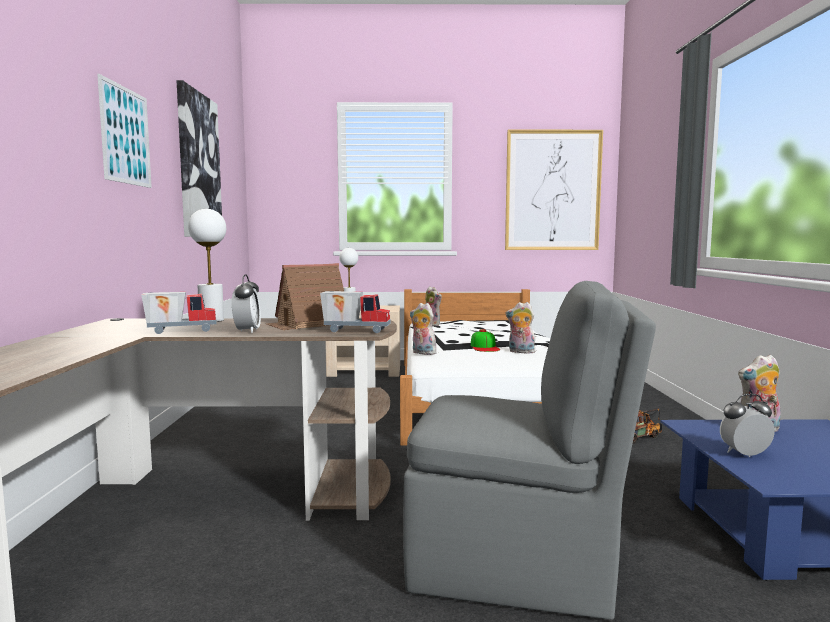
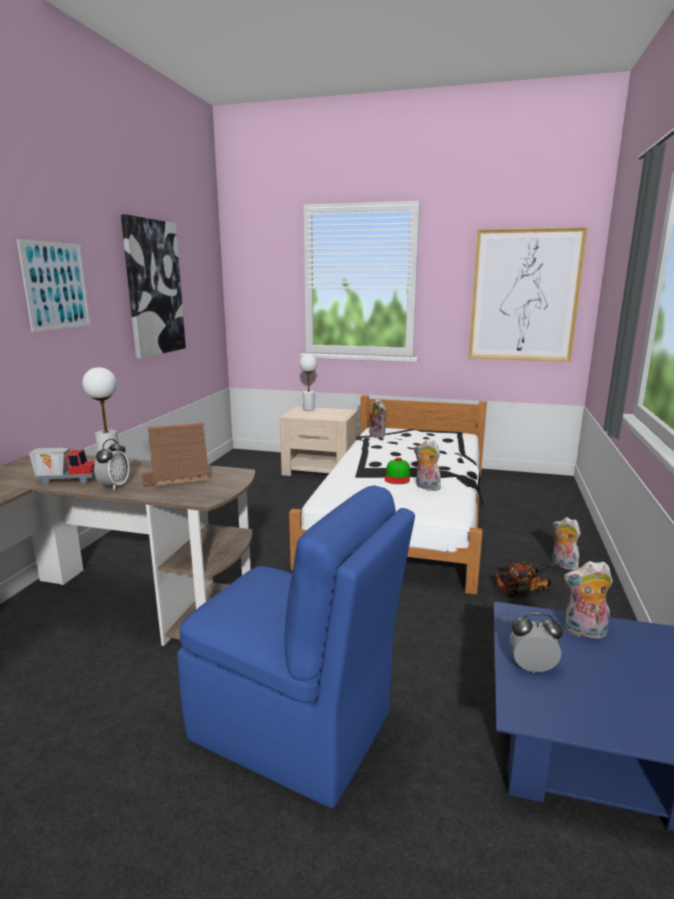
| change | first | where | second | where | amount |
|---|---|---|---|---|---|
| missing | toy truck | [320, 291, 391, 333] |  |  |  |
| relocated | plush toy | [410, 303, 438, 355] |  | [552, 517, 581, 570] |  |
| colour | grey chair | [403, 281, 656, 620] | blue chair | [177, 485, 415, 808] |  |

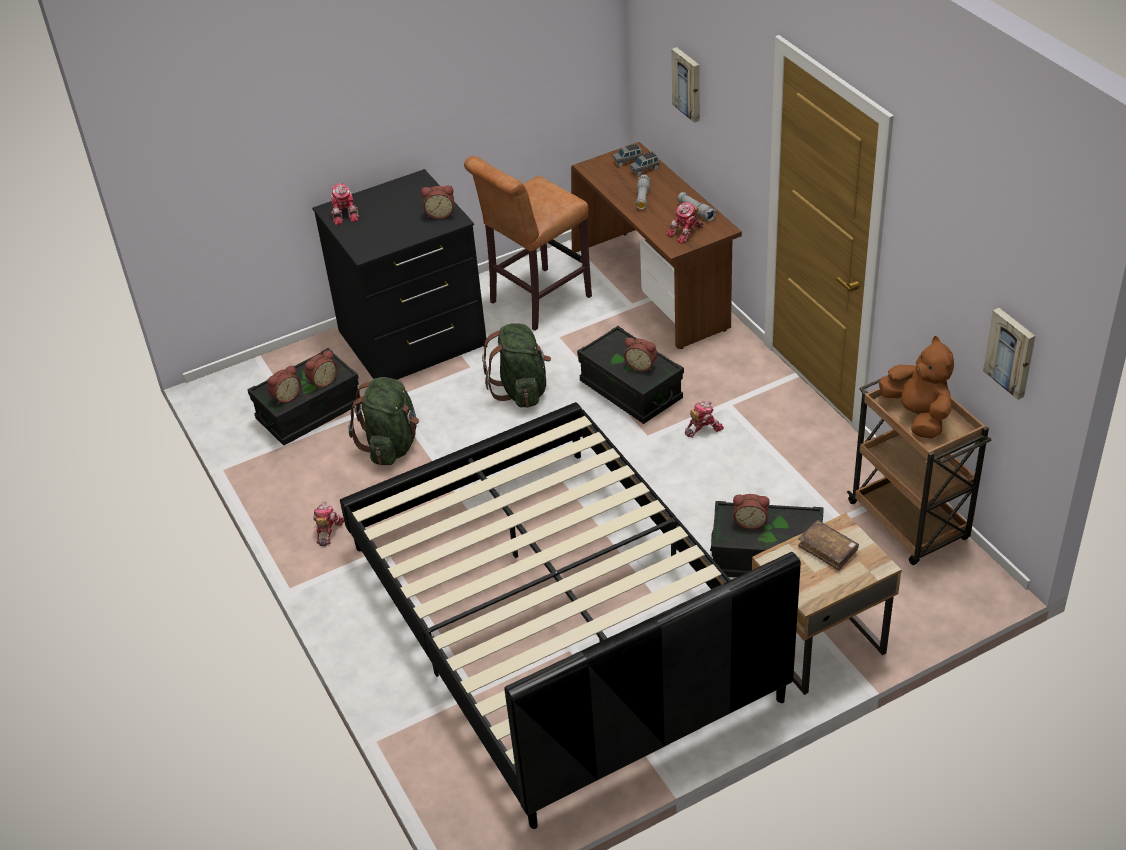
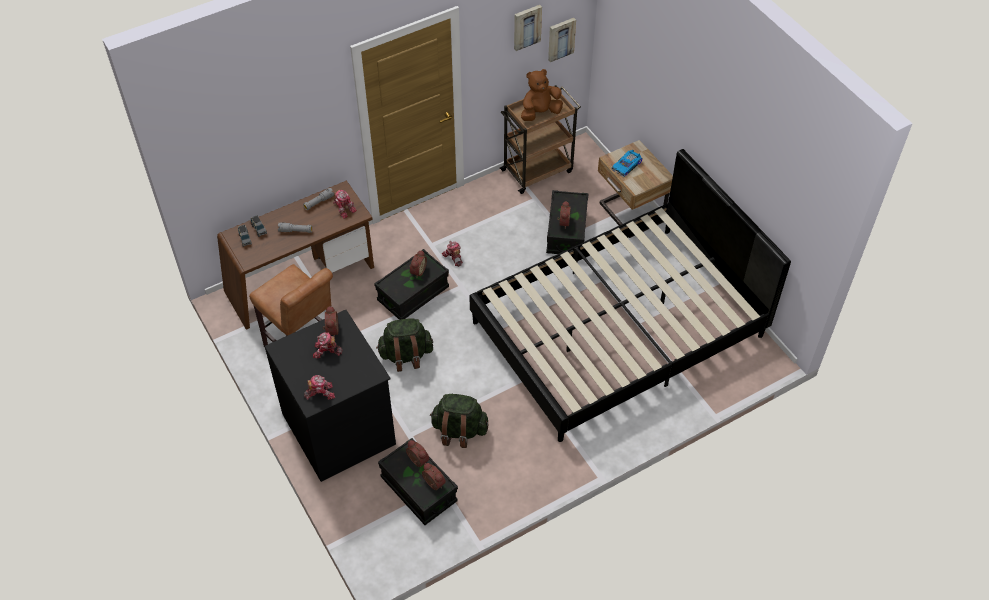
| change | first | where | second | where | amount |
|---|---|---|---|---|---|
| relocated | toy robot | [314, 501, 344, 546] |  | [313, 332, 343, 358] |  |
| relocated | picture | [671, 47, 700, 123] |  | [514, 5, 542, 51] |  |
| exchanged | brown book | [798, 520, 859, 571] | toy car | [611, 150, 643, 177] |  |

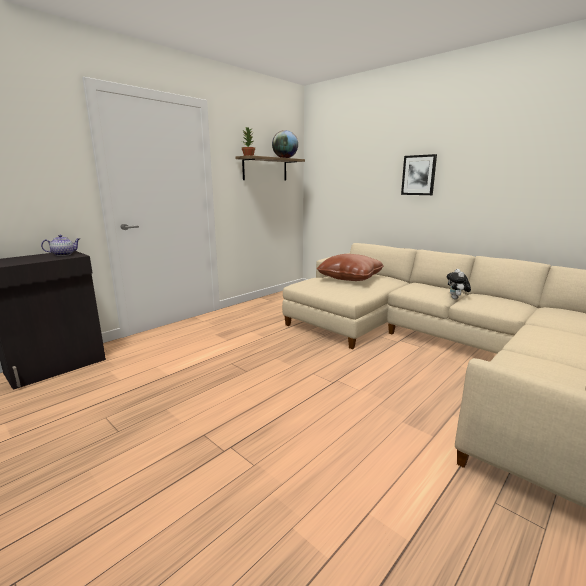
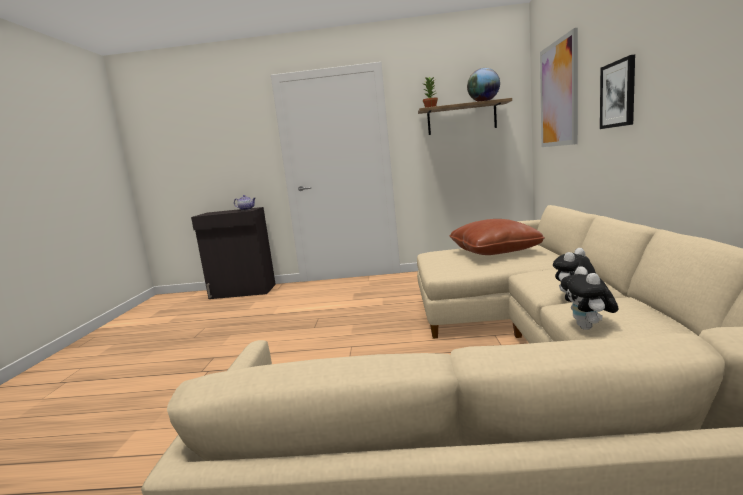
| change | first | where | second | where | amount |
|---|---|---|---|---|---|
| appeared |  |  | picture | [540, 28, 578, 147] |  |
| appeared |  |  | plush toy | [561, 266, 618, 330] |  |

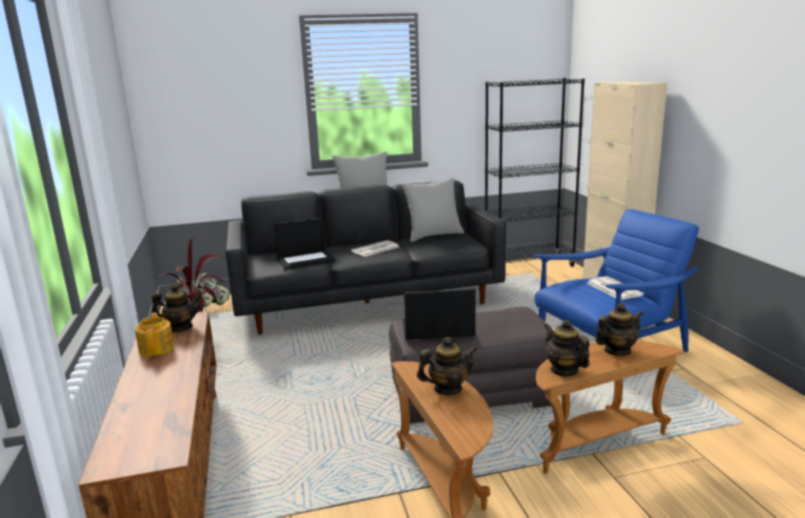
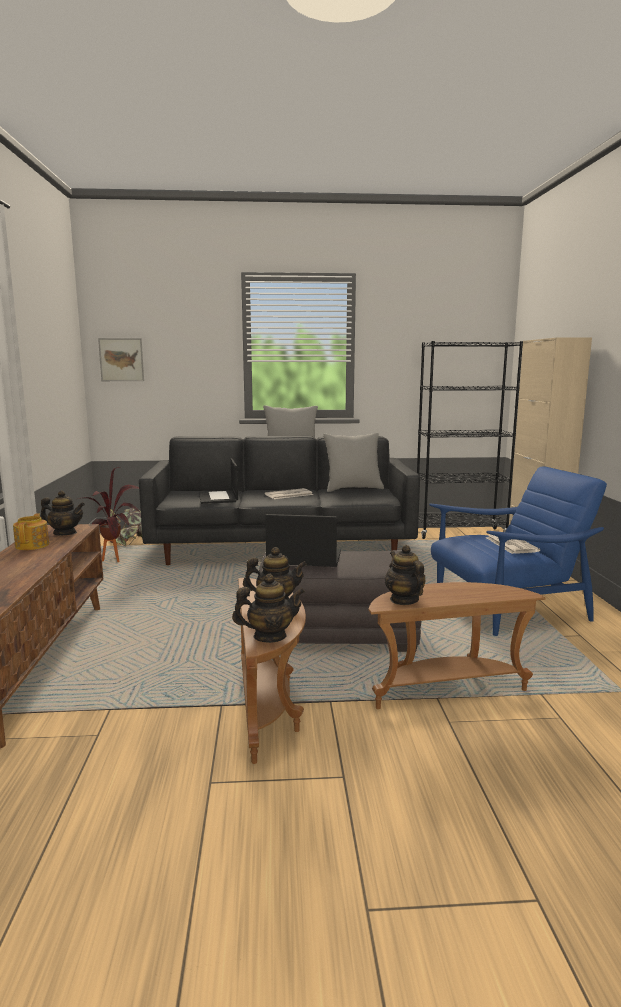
| change | first | where | second | where | amount |
|---|---|---|---|---|---|
| appeared |  |  | picture | [98, 338, 144, 381] |  |
| relocated | teapot | [595, 303, 643, 356] |  | [232, 574, 305, 643] |  |
| spun | laptop | [273, 217, 336, 269] |  | [199, 458, 238, 504] | 90 degrees clockwise |

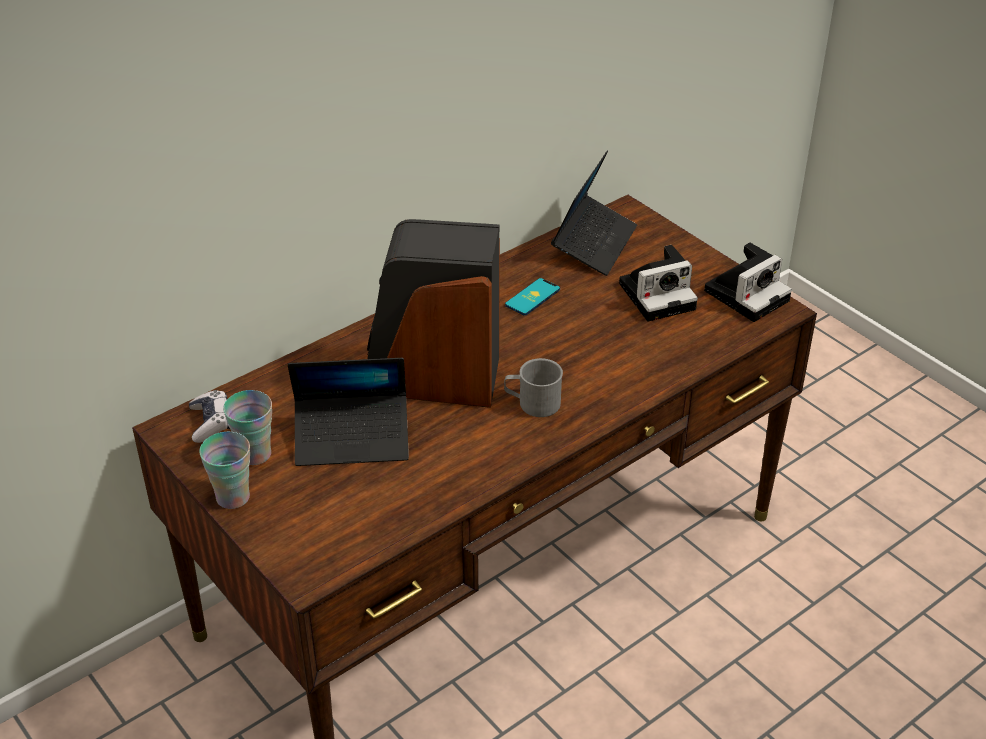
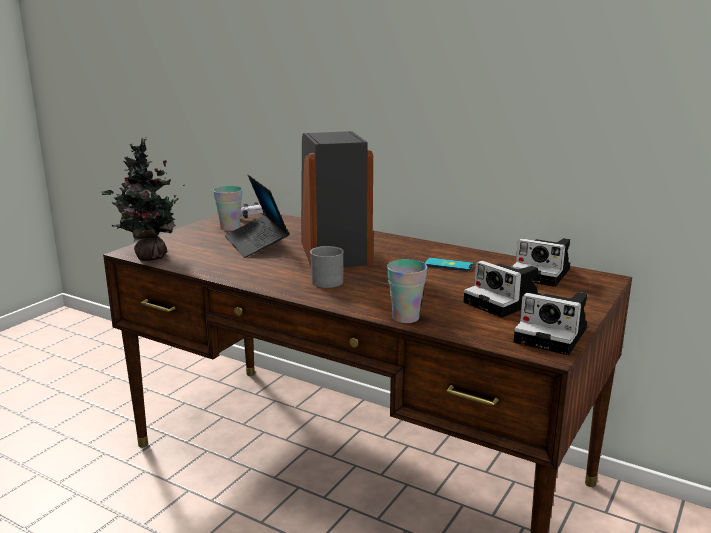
| change | first | where | second | where | amount |
|---|---|---|---|---|---|
| appeared |  |  | potted plant | [101, 137, 184, 261] |  |
| relocated | cup | [199, 432, 250, 509] |  | [387, 259, 427, 323] |  |
| exchanged | laptop | [551, 150, 637, 276] | photo camera | [512, 238, 570, 287] |  |

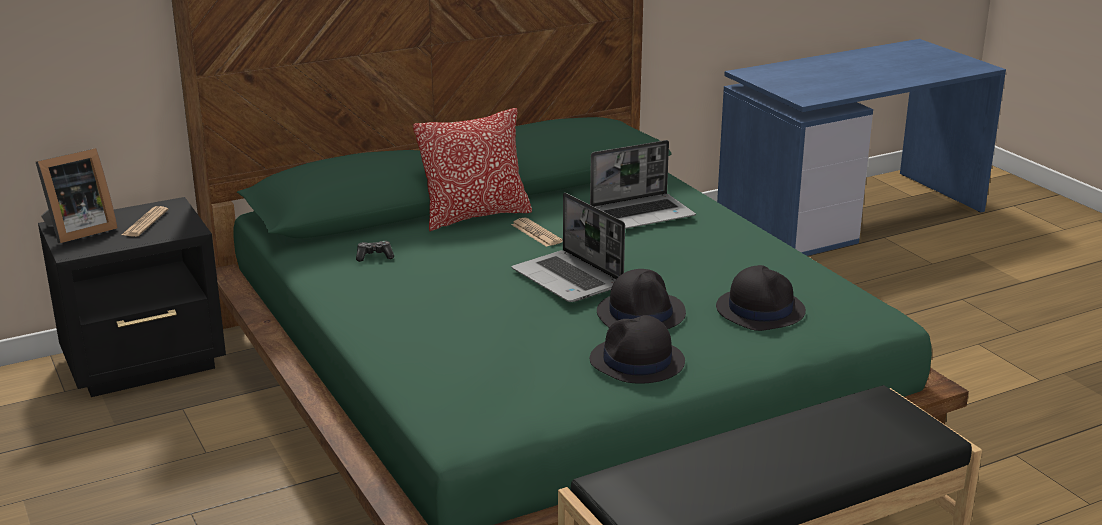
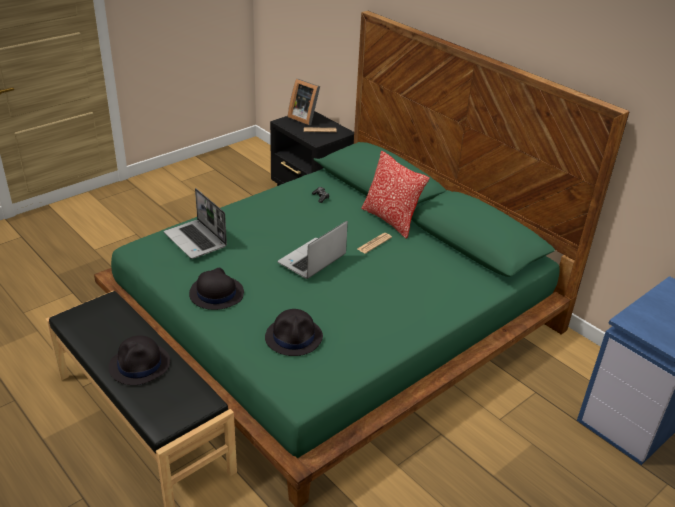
| change | first | where | second | where | amount |
|---|---|---|---|---|---|
| relocated | laptop | [590, 140, 696, 229] |  | [164, 188, 227, 259] |  |
| relocated | black hat | [597, 269, 686, 329] |  | [108, 335, 170, 385] |  |

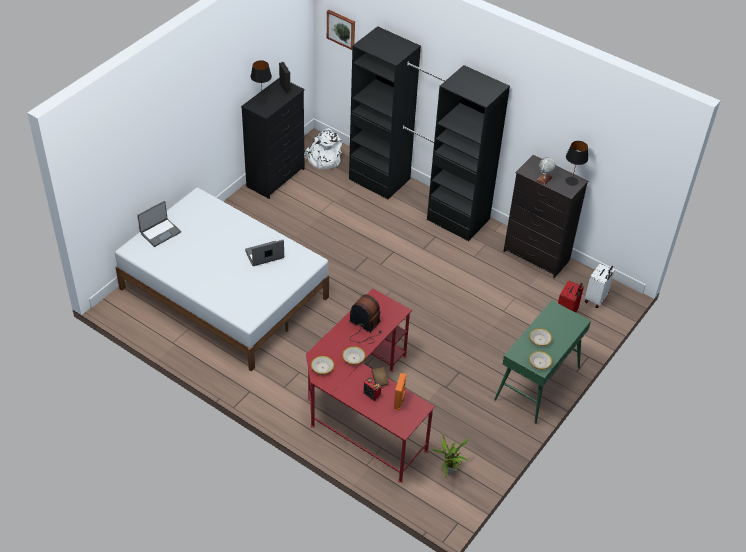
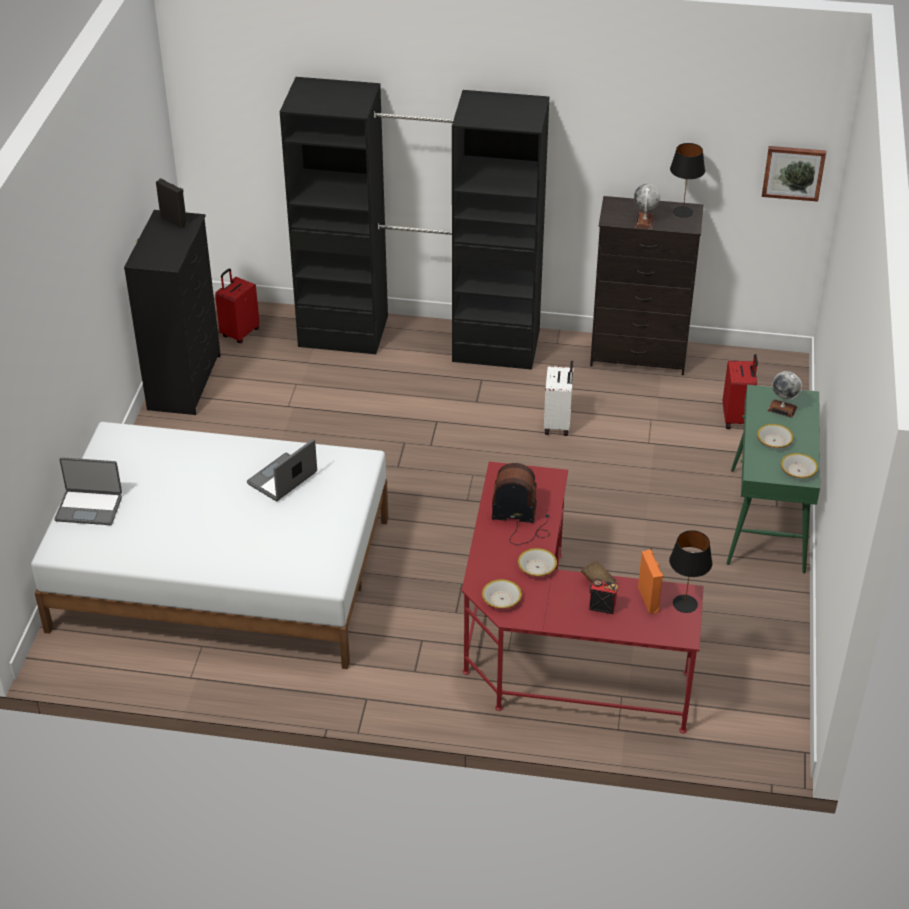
| change | first | where | second | where | amount |
|---|---|---|---|---|---|
| missing | potted plant | [433, 435, 468, 477] |  |  |  |
| appeared |  |  | globe | [767, 371, 803, 418] |  |
| relocated | black table lamp | [251, 60, 272, 104] |  | [669, 530, 712, 613] |  |
| relocated | picture | [327, 10, 355, 50] |  | [762, 146, 826, 202] |  |
| relocated | white suitcase | [585, 264, 615, 308] |  | [544, 361, 574, 436] |  |
| exchanged | white backpack | [304, 128, 342, 169] | red suitcase | [215, 268, 259, 343] |  |
| spun | laptop | [137, 201, 181, 247] |  | [54, 457, 122, 525] | 75 degrees clockwise |

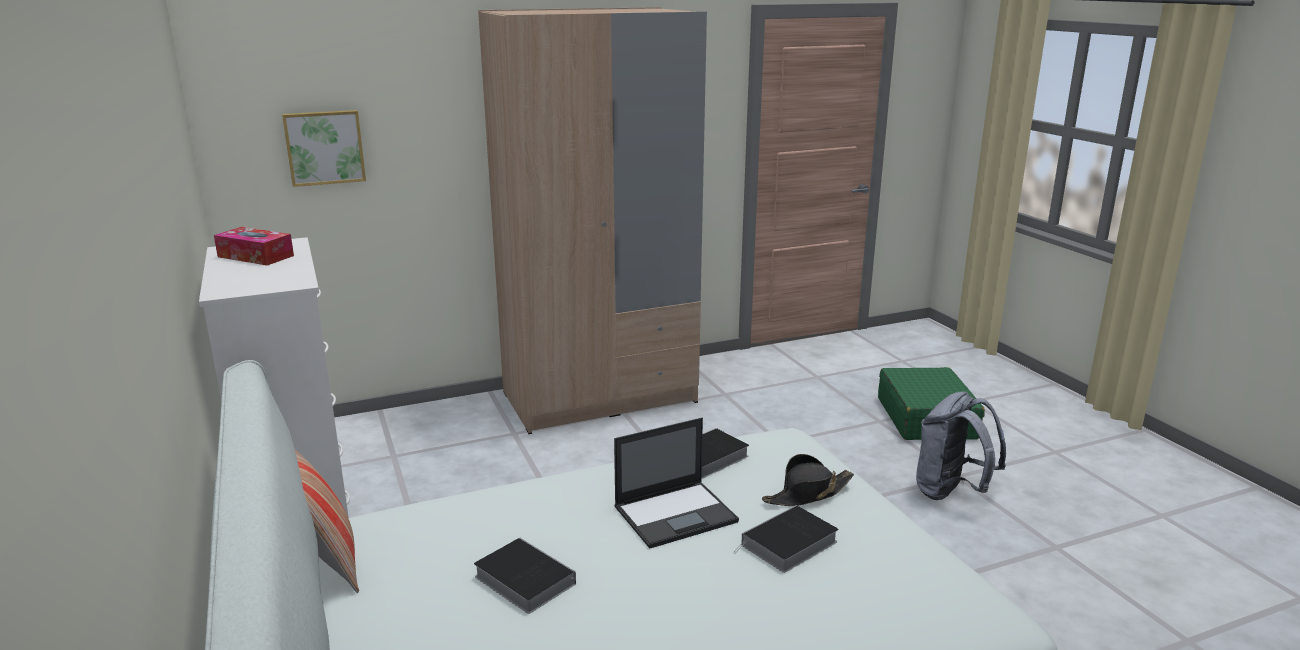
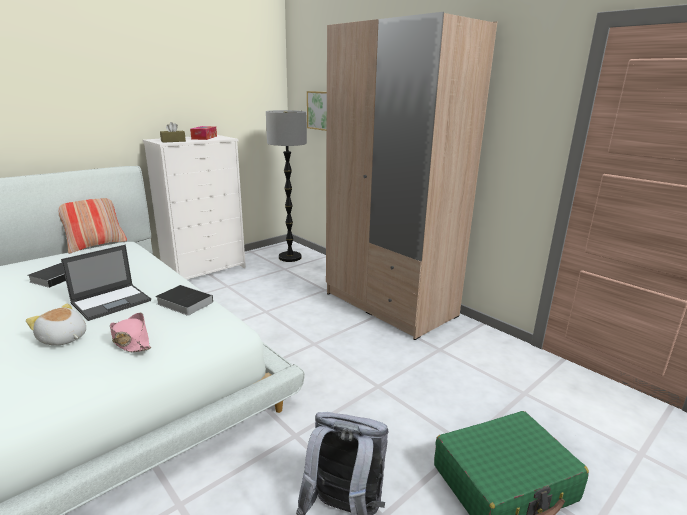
| change | first | where | second | where | amount |
|---|---|---|---|---|---|
| appeared |  |  | brown tissue box | [160, 122, 186, 143] |  |
| appeared |  |  | floor lamp | [266, 110, 307, 262] |  |
| exchanged | book | [733, 505, 838, 573] | plush toy | [26, 304, 86, 345] |  |
| colour | black hat | [762, 454, 854, 506] | pink hat | [110, 313, 151, 352] |  |
| spun | laptop | [614, 418, 739, 549] |  | [61, 245, 151, 321] | 90 degrees counterclockwise |

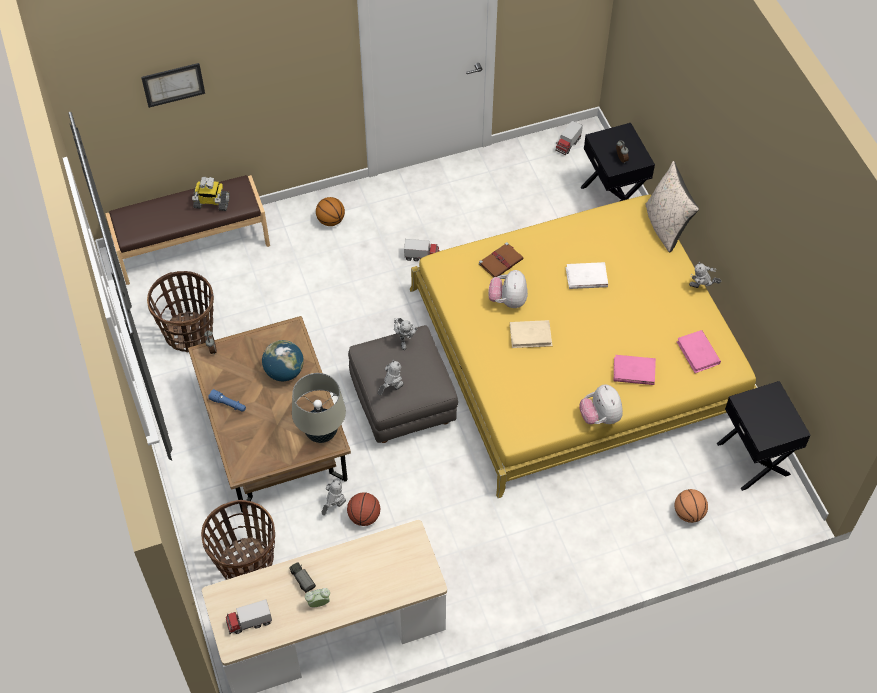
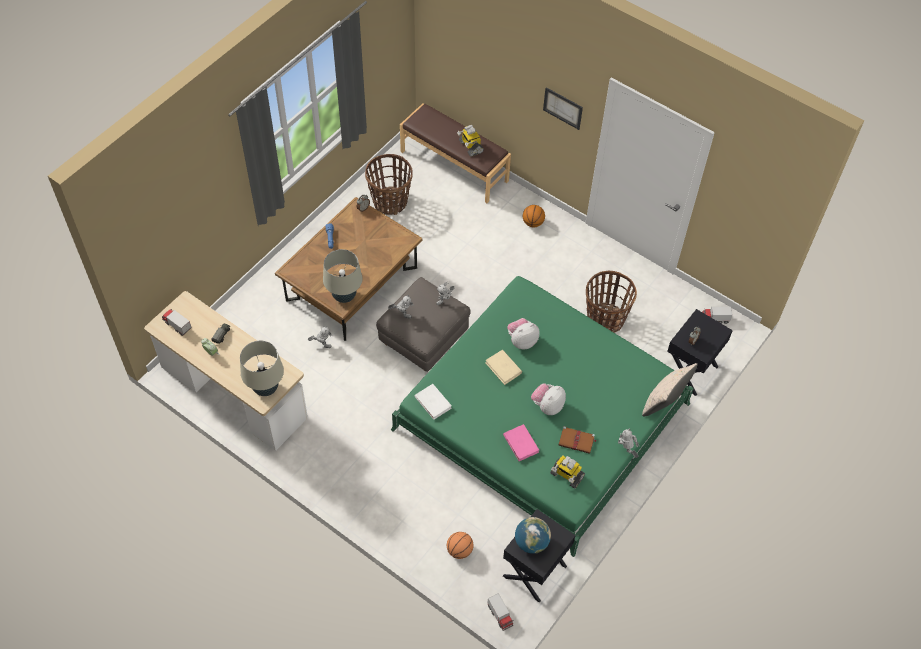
| change | first | where | second | where | amount |
|---|---|---|---|---|---|
| missing | basketball | [347, 492, 380, 526] |  |  |  |
| appeared |  |  | beige table lamp | [240, 341, 284, 396] |  |
| relocated | picture | [141, 63, 205, 108] |  | [543, 87, 583, 130] |  |
| relocated | basket | [201, 500, 275, 580] |  | [586, 271, 637, 333] |  |
| relocated | globe | [262, 340, 304, 381] |  | [515, 517, 551, 554] |  |
| relocated | toy truck | [404, 239, 440, 261] |  | [488, 593, 513, 631] |  |
| relocated | brown book | [479, 242, 524, 278] |  | [558, 426, 596, 454] |  |
| relocated | white book | [565, 262, 608, 289] |  | [414, 384, 452, 420] |  |
| relocated | plush toy | [579, 385, 623, 424] |  | [531, 383, 566, 415] |  |
| exchanged | pink book | [677, 330, 721, 373] | toy robot | [550, 456, 585, 489] |  |
| colour | yellow bed | [410, 195, 757, 498] | green bed | [391, 276, 694, 557] |  |

